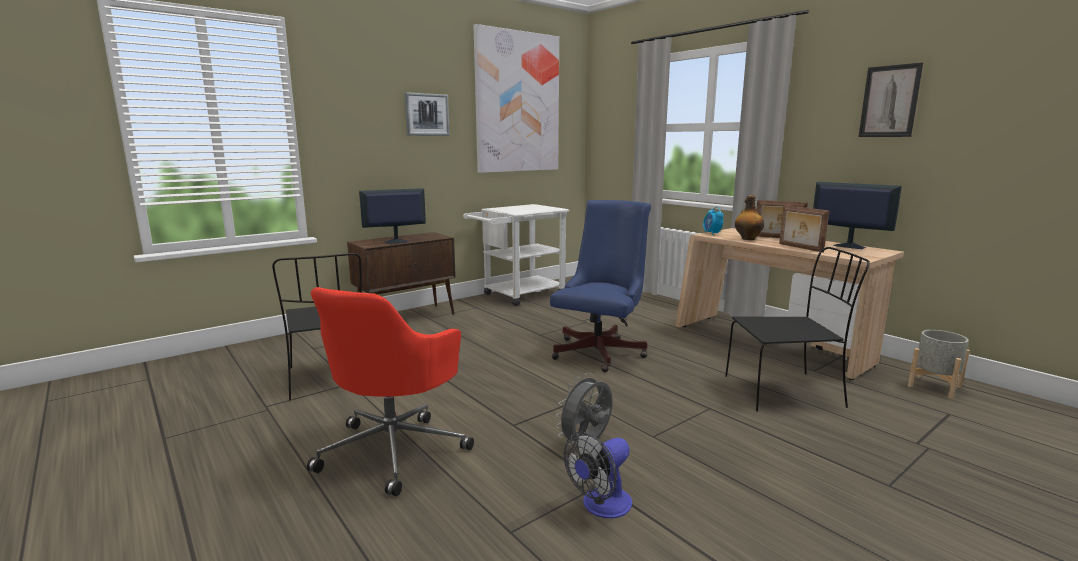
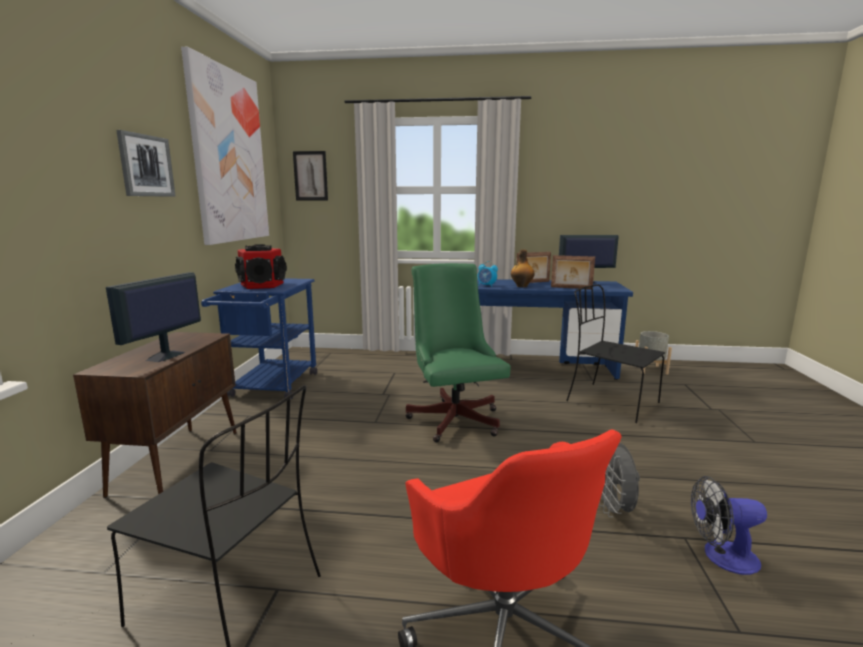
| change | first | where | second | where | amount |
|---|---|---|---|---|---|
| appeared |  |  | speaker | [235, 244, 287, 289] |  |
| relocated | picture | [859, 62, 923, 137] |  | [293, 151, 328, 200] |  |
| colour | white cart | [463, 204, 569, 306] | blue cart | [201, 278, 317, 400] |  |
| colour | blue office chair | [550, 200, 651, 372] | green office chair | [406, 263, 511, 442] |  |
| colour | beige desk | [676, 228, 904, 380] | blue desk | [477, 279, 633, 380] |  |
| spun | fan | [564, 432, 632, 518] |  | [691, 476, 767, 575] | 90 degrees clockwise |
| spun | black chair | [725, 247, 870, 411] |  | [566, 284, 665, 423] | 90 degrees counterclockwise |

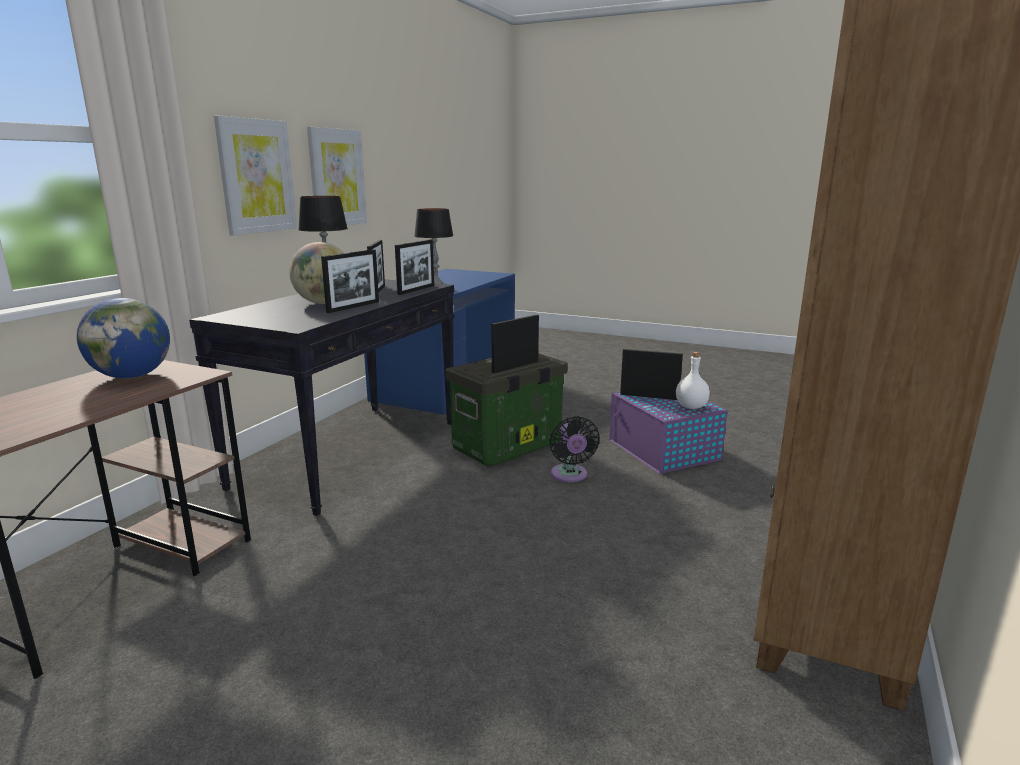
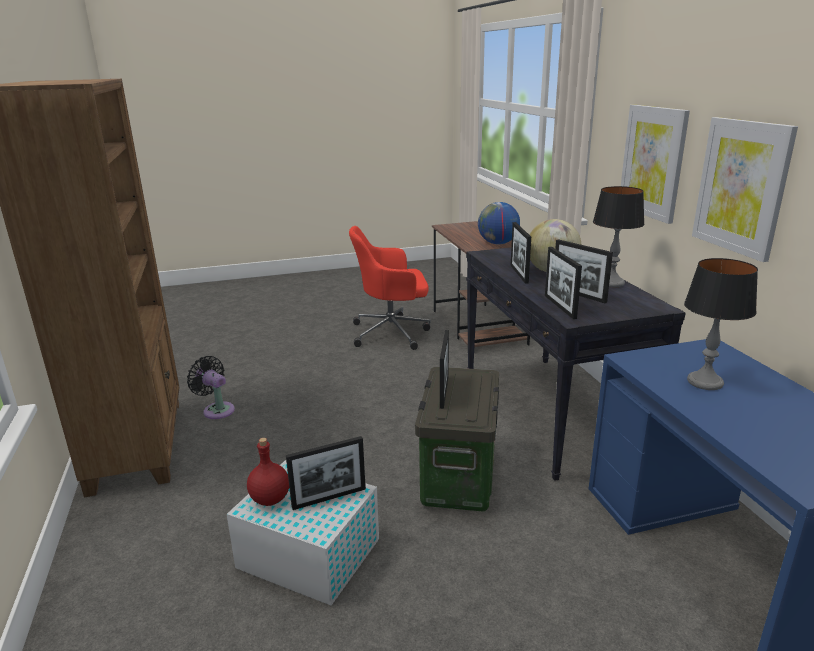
| change | first | where | second | where | amount |
|---|---|---|---|---|---|
| appeared |  |  | red office chair | [349, 226, 431, 350] |  |
| relocated | black fan | [549, 416, 600, 482] |  | [187, 356, 235, 419] |  |
| colour | purple storage box | [609, 392, 727, 473] | white storage box | [227, 460, 379, 605] |  |
| colour | white bottle | [676, 352, 710, 409] | red bottle | [247, 438, 289, 506] |  |

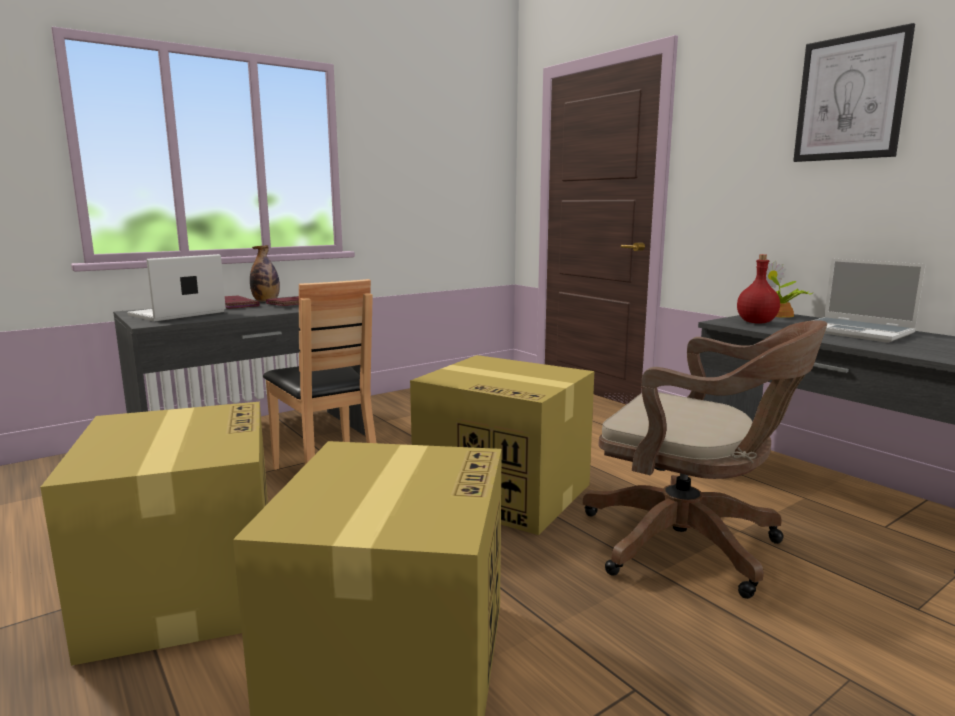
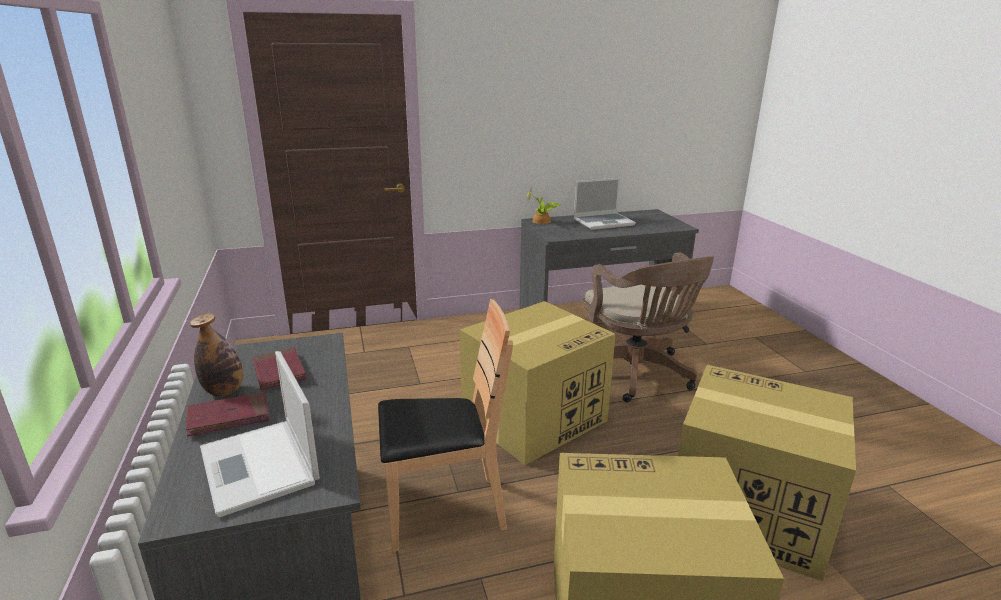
| change | first | where | second | where | amount |
|---|---|---|---|---|---|
| missing | red bottle | [737, 254, 780, 323] |  |  |  |
| missing | picture | [793, 23, 915, 162] |  |  |  |
| spun | brown office chair | [583, 320, 827, 599] |  | [582, 252, 714, 403] | 105 degrees clockwise |

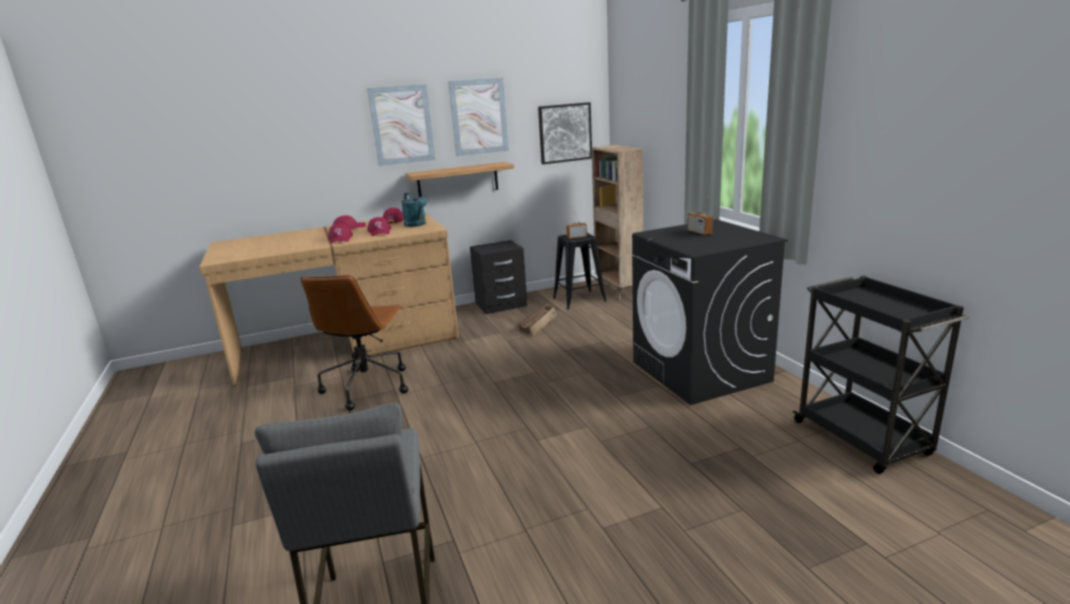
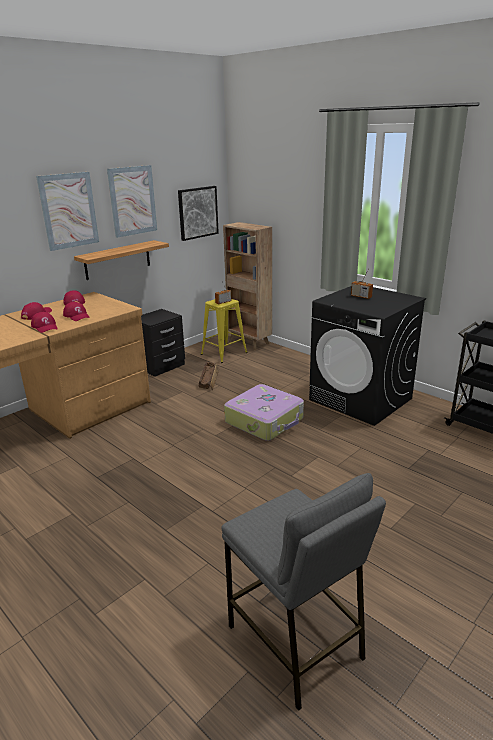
| change | first | where | second | where | amount |
|---|---|---|---|---|---|
| missing | brown office chair | [301, 275, 408, 410] |  |  |  |
| missing | turquoise watering can | [401, 193, 427, 227] |  |  |  |
| appeared |  |  | suitcase | [224, 384, 304, 441] |  |
| colour | black stool | [553, 233, 607, 309] | yellow stool | [201, 299, 248, 363] |  |

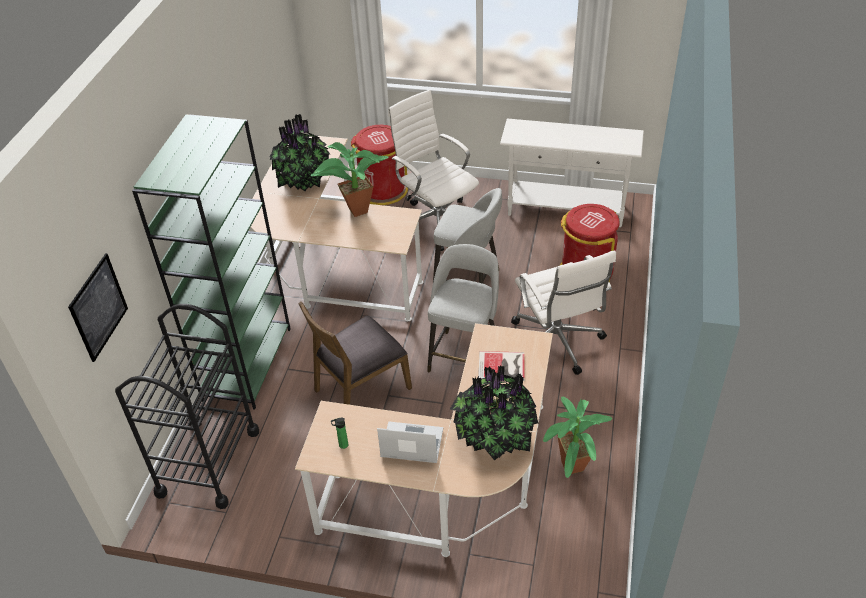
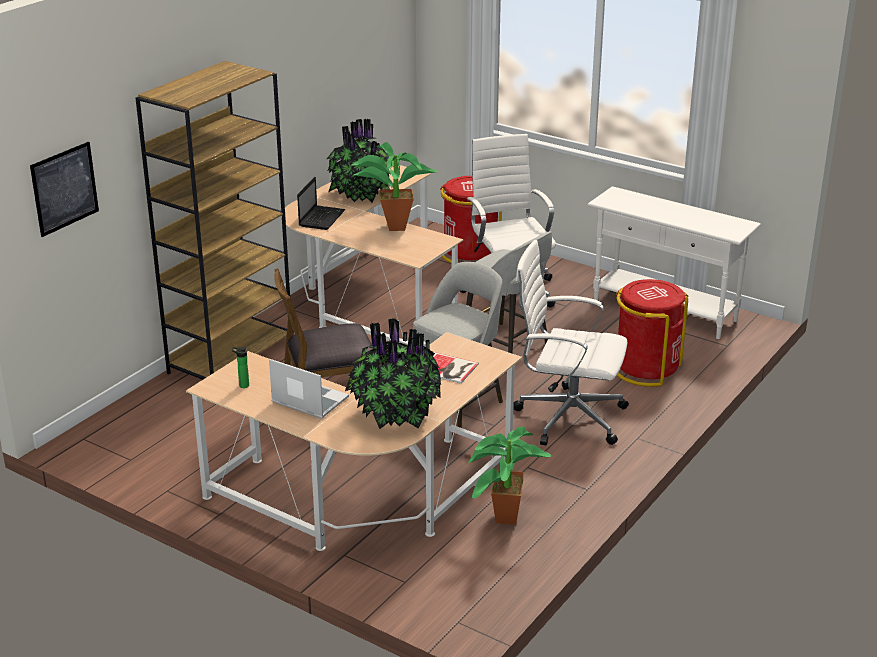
| change | first | where | second | where | amount |
|---|---|---|---|---|---|
| missing | black cart | [115, 304, 259, 509] |  |  |  |
| appeared |  |  | laptop | [297, 177, 345, 230] |  |
| colour | green bookcase | [132, 114, 291, 409] | brown bookcase | [136, 61, 290, 380] |  |
| spun | white office chair | [511, 250, 616, 375] |  | [513, 240, 629, 445] | 105 degrees clockwise |

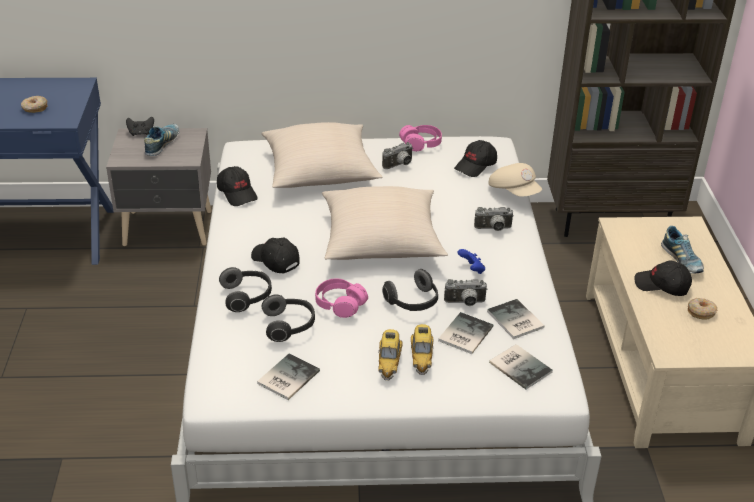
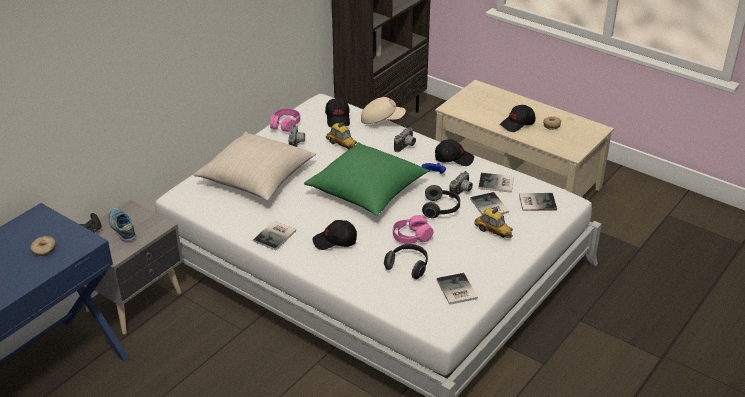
| change | first | where | second | where | amount |
|---|---|---|---|---|---|
| missing | headphones | [219, 267, 272, 312] |  |  |  |
| missing | shoe | [661, 226, 704, 274] |  |  |  |
| appeared |  |  | book | [253, 221, 296, 251] |  |
| relocated | black cap | [217, 166, 258, 206] |  | [435, 139, 474, 166] |  |
| relocated | toy car | [378, 329, 403, 381] |  | [326, 122, 357, 149] |  |
| colour | beige pillow | [322, 186, 448, 260] | green pillow | [304, 142, 429, 216] |  |

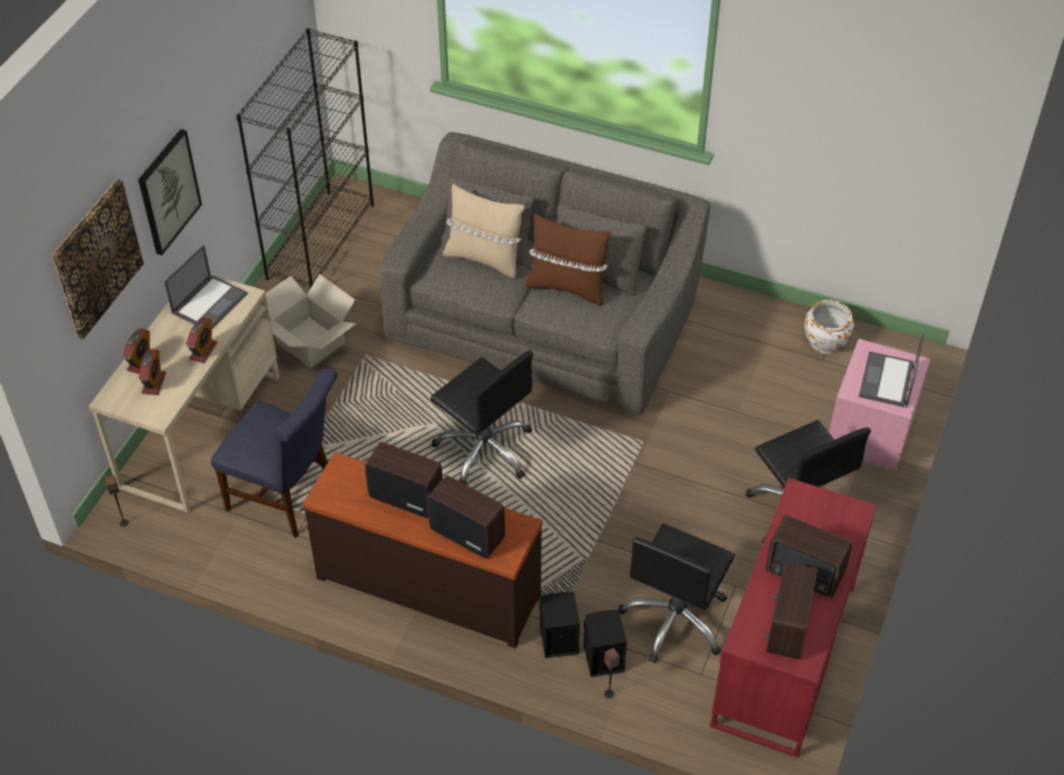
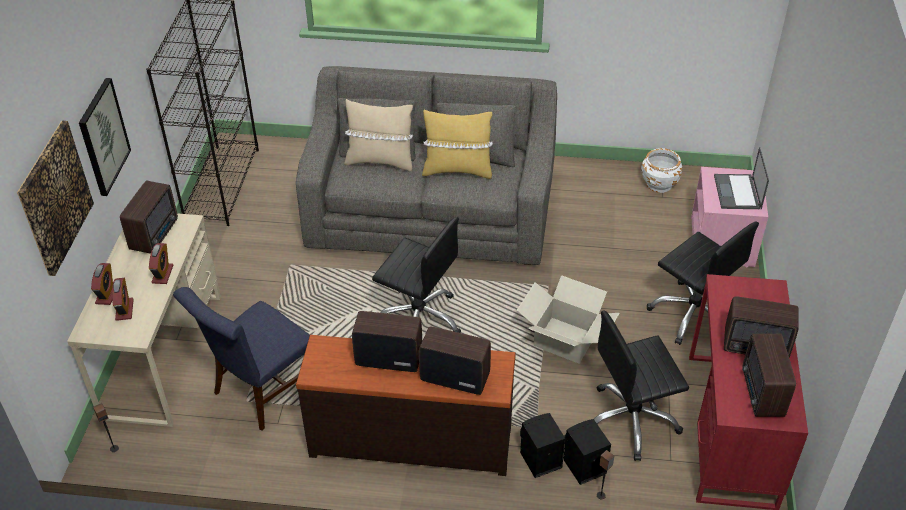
| change | first | where | second | where | amount |
|---|---|---|---|---|---|
| relocated | cardboard box | [266, 274, 356, 368] |  | [516, 275, 619, 364] |  |
| exchanged | laptop | [164, 245, 247, 329] | radio | [120, 180, 178, 254] |  |
| colour | brown pillow | [525, 214, 611, 306] | yellow pillow | [422, 109, 493, 179] |  |
| spun | blue chair | [211, 369, 338, 538] |  | [173, 287, 310, 431] | 120 degrees clockwise |
| spun | black office chair | [618, 523, 735, 663] |  | [594, 311, 689, 461] | 60 degrees clockwise |

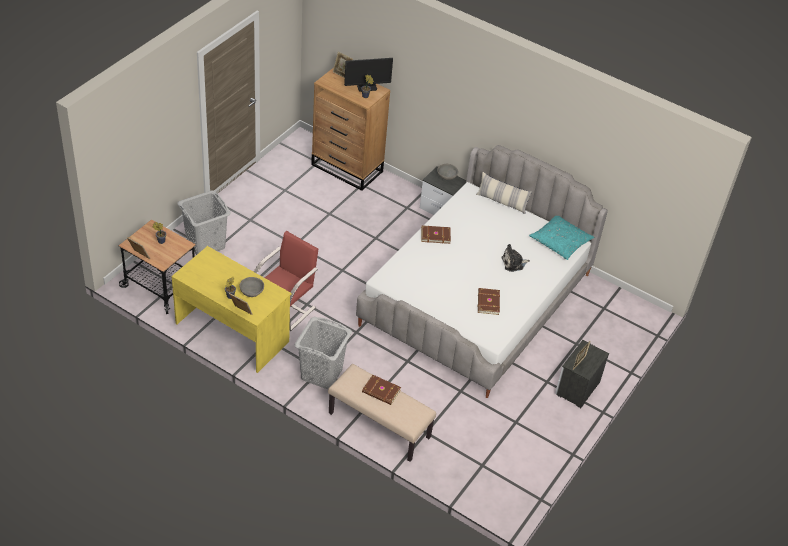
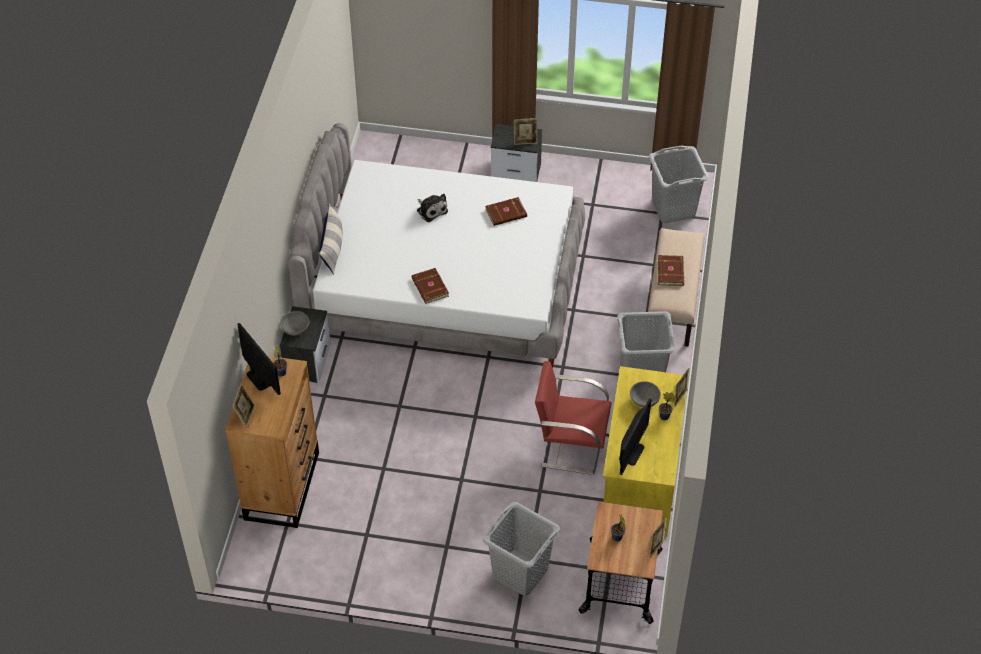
| change | first | where | second | where | amount |
|---|---|---|---|---|---|
| missing | turquoise pillow | [529, 216, 594, 260] |  |  |  |
| appeared |  |  | monitor | [619, 398, 651, 475] |  |
| appeared |  |  | grey laundry basket | [649, 146, 709, 223] |  |

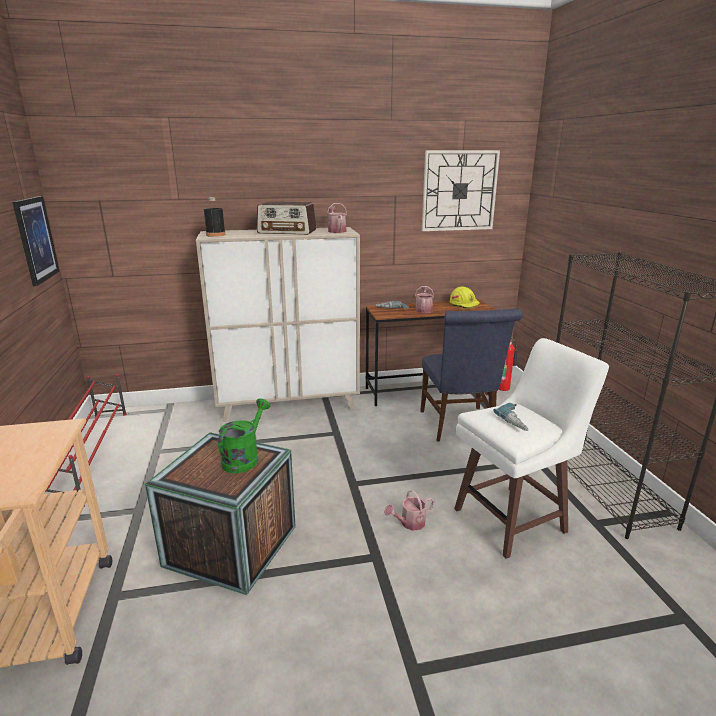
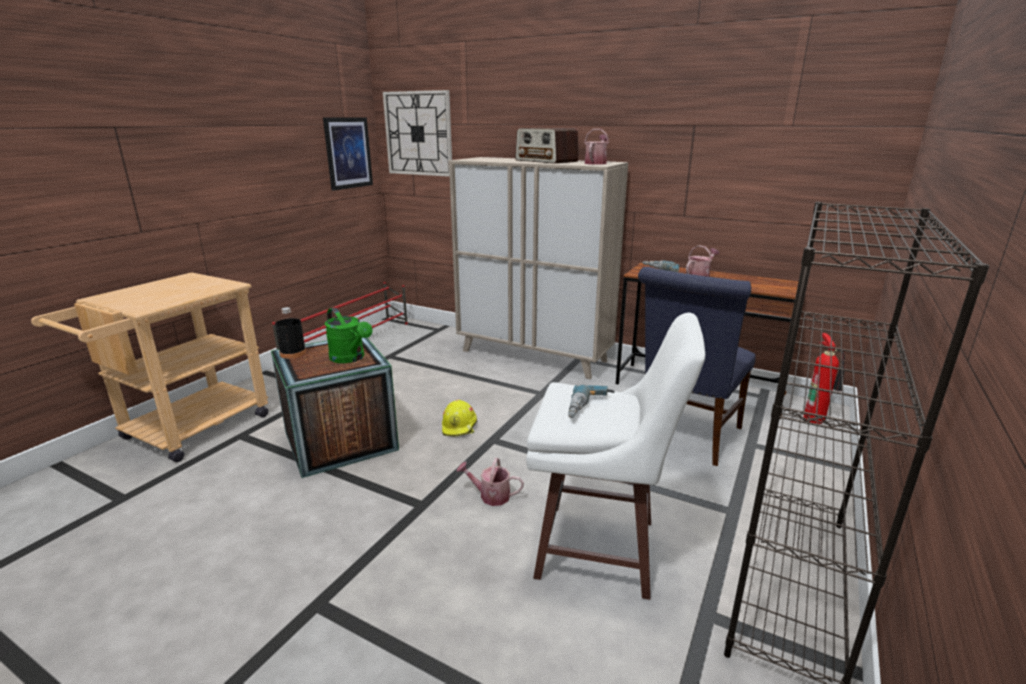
| change | first | where | second | where | amount |
|---|---|---|---|---|---|
| relocated | black bottle | [204, 197, 225, 237] |  | [275, 307, 306, 359] |  |
| relocated | wall clock | [422, 150, 500, 231] |  | [383, 90, 452, 177] |  |
| relocated | yellow hard hat | [450, 286, 480, 309] |  | [442, 400, 477, 437] |  |
| spun | green watering can | [218, 398, 270, 473] |  | [325, 308, 373, 363] | 75 degrees clockwise |

